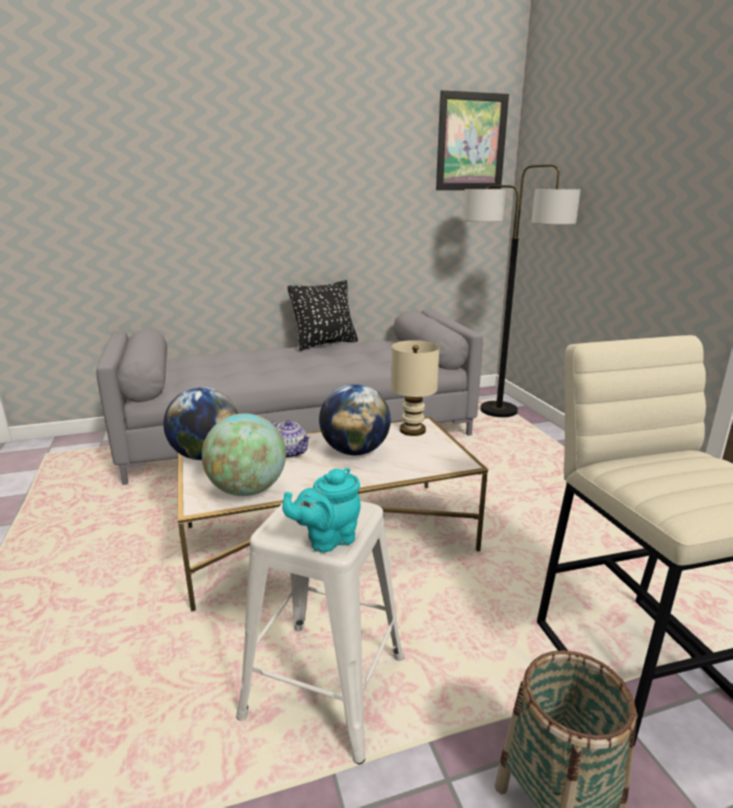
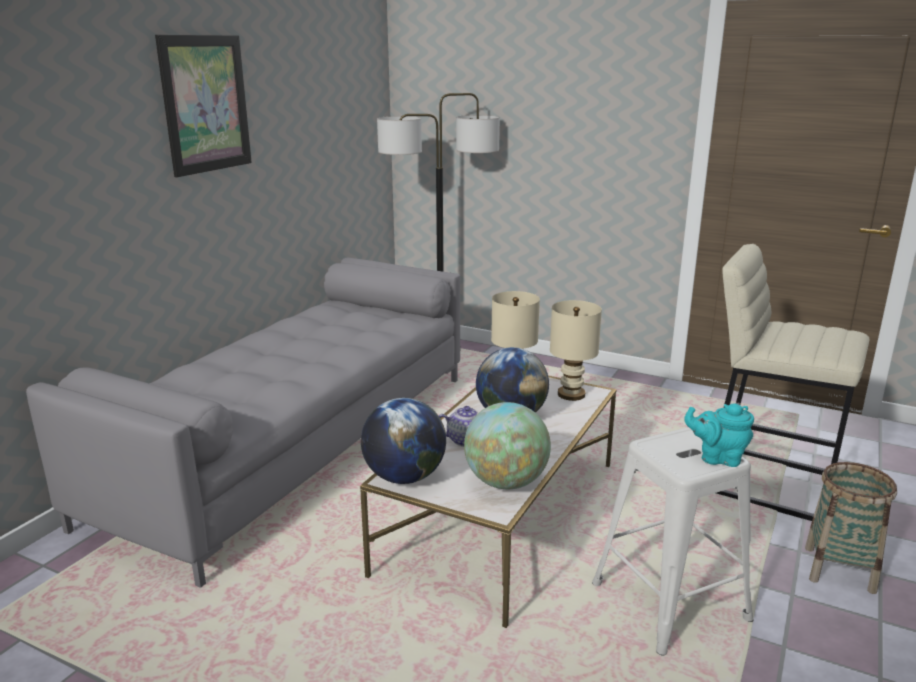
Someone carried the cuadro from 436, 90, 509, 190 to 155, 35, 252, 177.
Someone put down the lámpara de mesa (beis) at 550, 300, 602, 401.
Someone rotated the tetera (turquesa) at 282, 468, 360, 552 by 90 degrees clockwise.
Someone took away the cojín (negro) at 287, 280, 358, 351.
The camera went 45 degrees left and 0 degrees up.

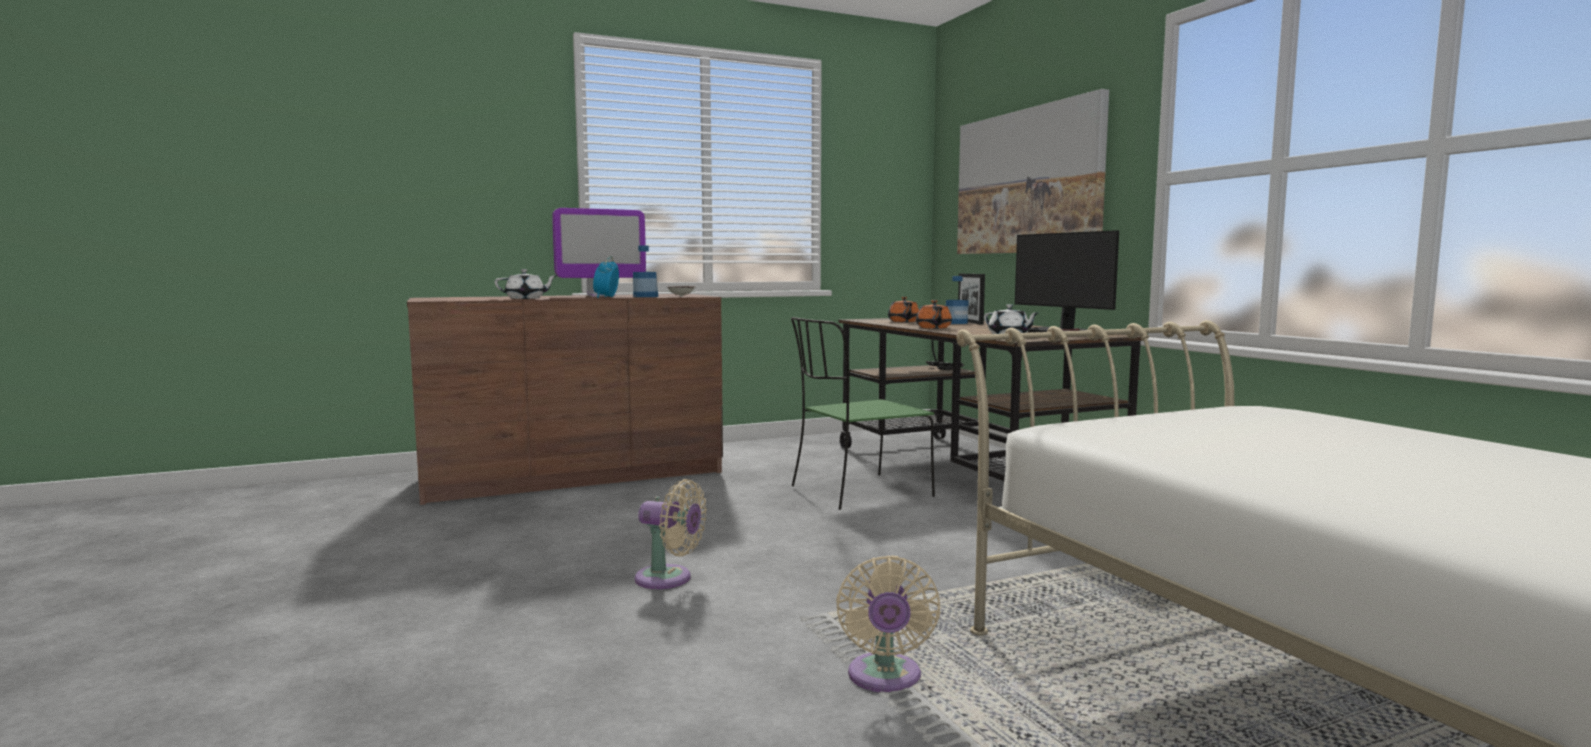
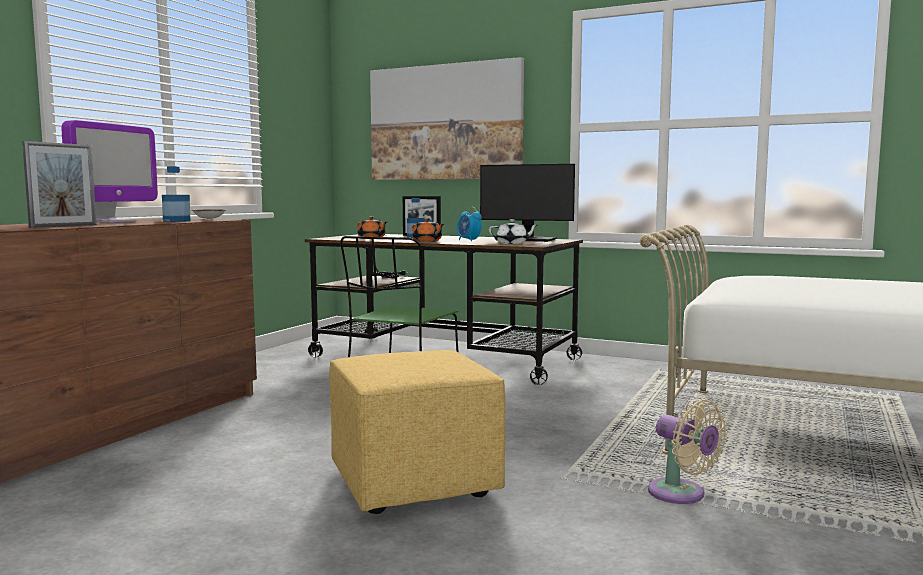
Someone swapped the tetera (blanco) at 495, 269, 558, 299 for the portarretratos at 22, 141, 97, 228.
Someone swapped the ventilador (beis) at 635, 479, 707, 589 for the puf (amarillo) at 329, 350, 505, 514.
Someone carried the despertador from 593, 256, 619, 298 to 457, 207, 482, 241.
The camera went 40 degrees left and 0 degrees up.

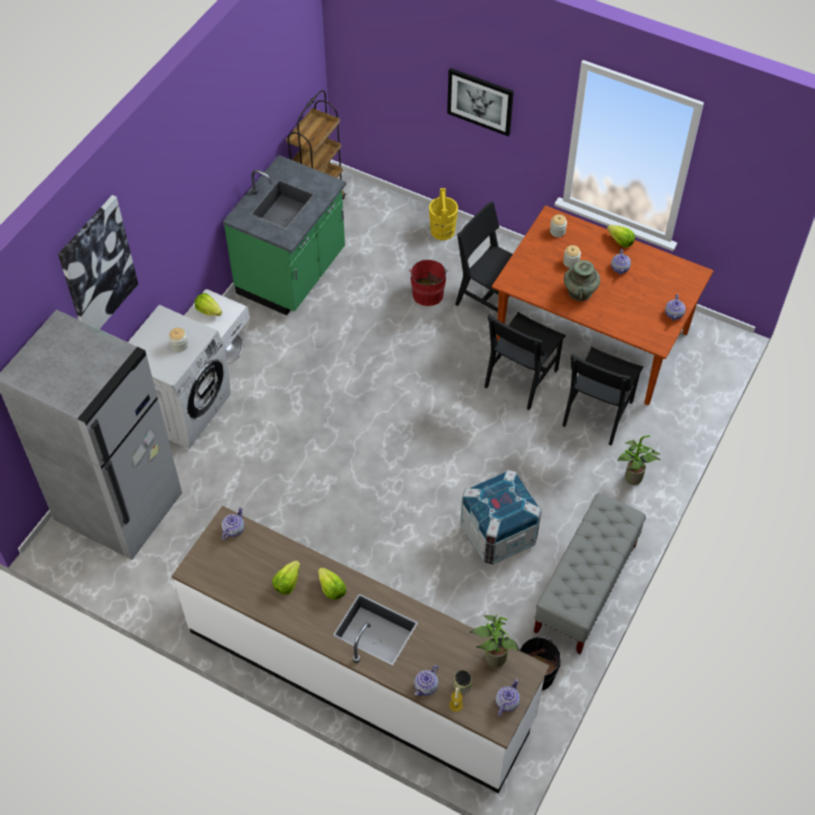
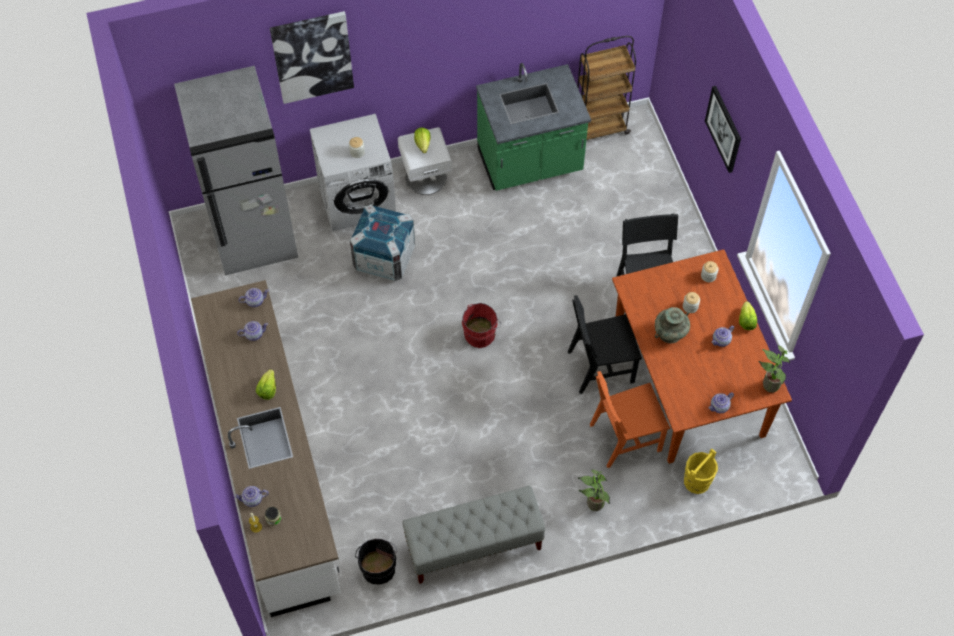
Someone carried the tetera from 496, 679, 520, 716 to 237, 321, 268, 341.
Someone carried the caja de embalaje from 460, 470, 542, 565 to 350, 204, 415, 282.
Someone carried the cubo (rojo) from 409, 260, 448, 306 to 462, 303, 501, 348.
Someone repainted the silla (negro) at 562, 347, 643, 445, which became the silla (naranja) at 590, 371, 670, 468.
Someone carried the cubo (amarillo) from 429, 188, 458, 240 to 684, 448, 718, 494.
Someone carried the planta en maceta from 470, 615, 519, 667 to 758, 345, 790, 393.
Someone took away the lechuga at 272, 560, 300, 595.
The camera went 45 degrees right and 5 degrees up.

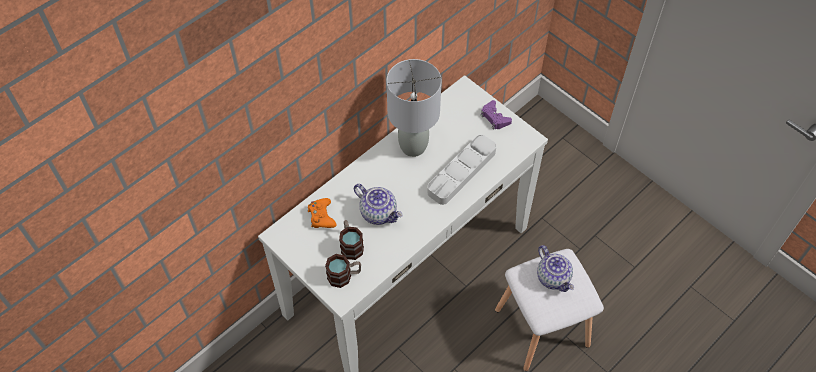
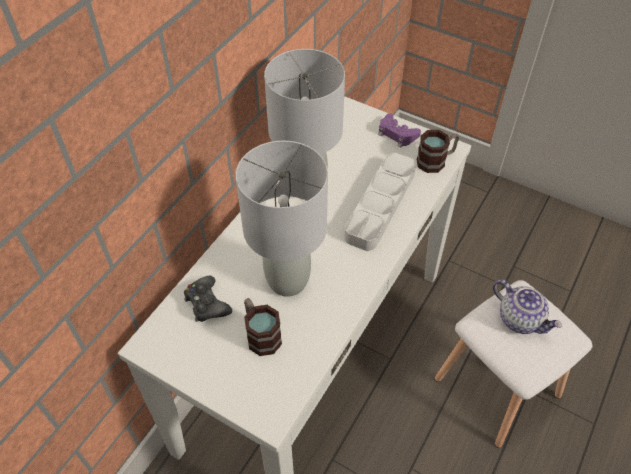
Someone repainted the mando de consola (naranja) at 308, 198, 337, 228, which became the mando de consola (negro) at 184, 276, 232, 322.
Someone swapped the tetera at 354, 184, 403, 225 for the lámpara de mesa (gris) at 236, 141, 328, 297.
Someone carried the taza grande from 325, 254, 361, 288 to 417, 130, 459, 173.
The camera went 15 degrees left and 5 degrees down.

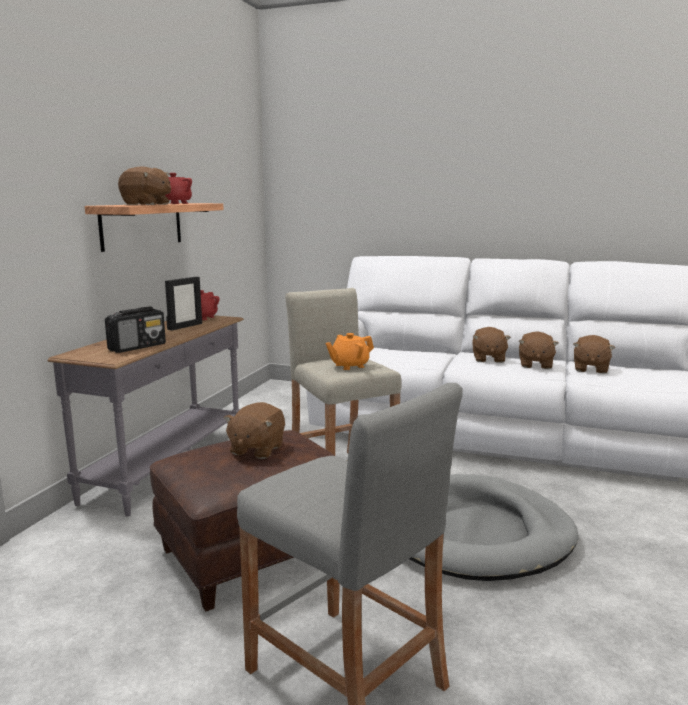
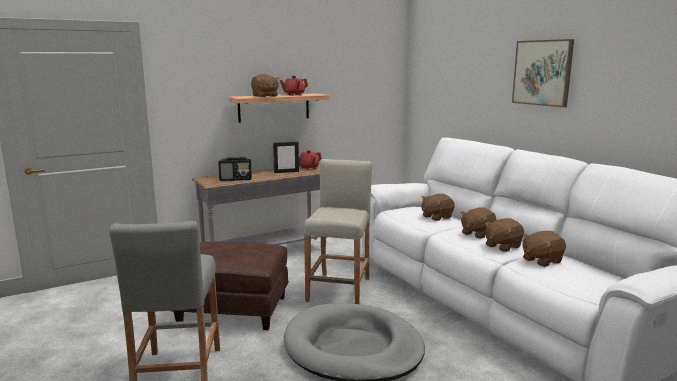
Someone carried the peluche (marrón) from 224, 402, 285, 459 to 422, 194, 455, 221.
Someone put up the cuadro at 512, 39, 574, 108.
Someone took away the tetera (naranja) at 325, 333, 374, 370.
The camera went 40 degrees right and 0 degrees up.

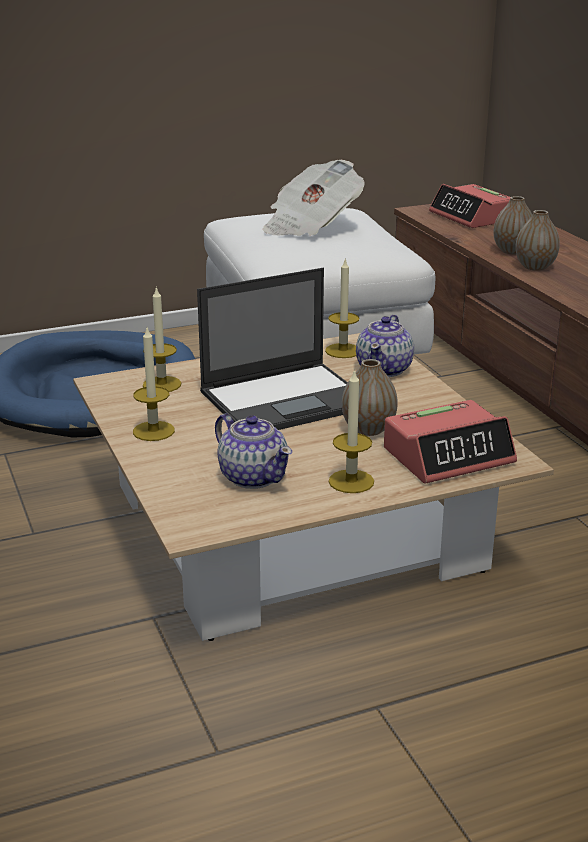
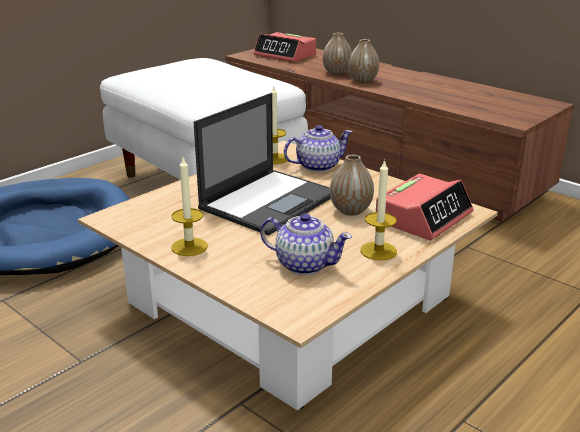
Someone rotated the tetera at 356, 315, 414, 377 by 105 degrees counterclockwise.
Someone took away the vela at 143, 287, 181, 392.
Someone took away the periódico at 263, 160, 365, 236.
The camera went 25 degrees left and 0 degrees up.

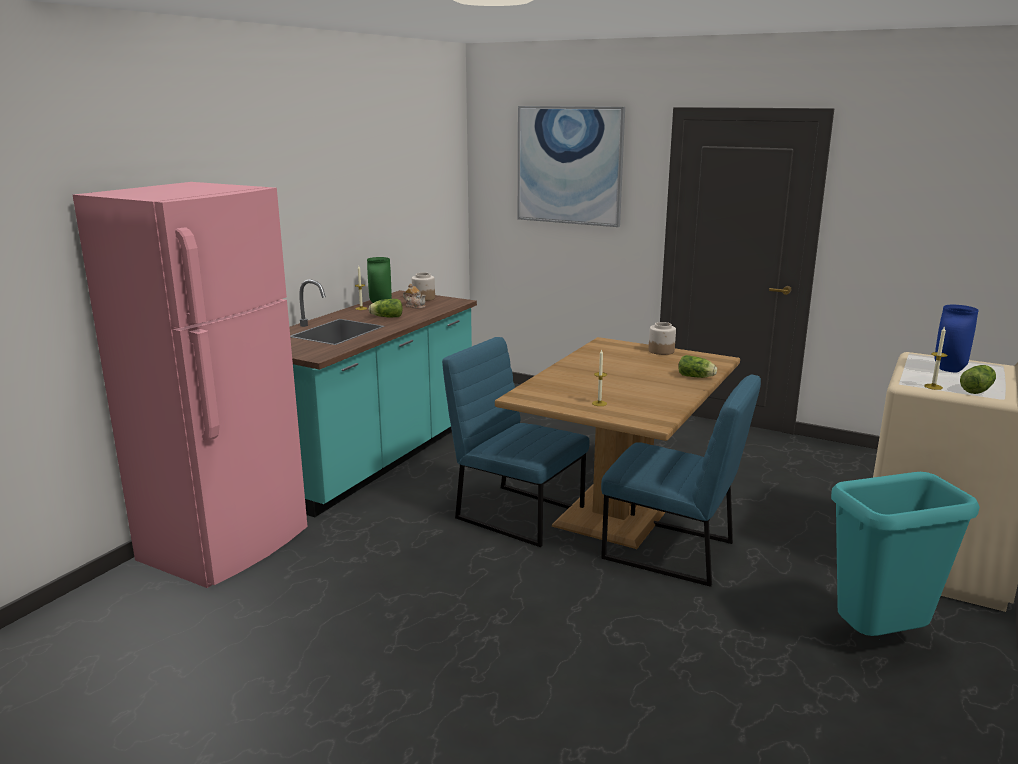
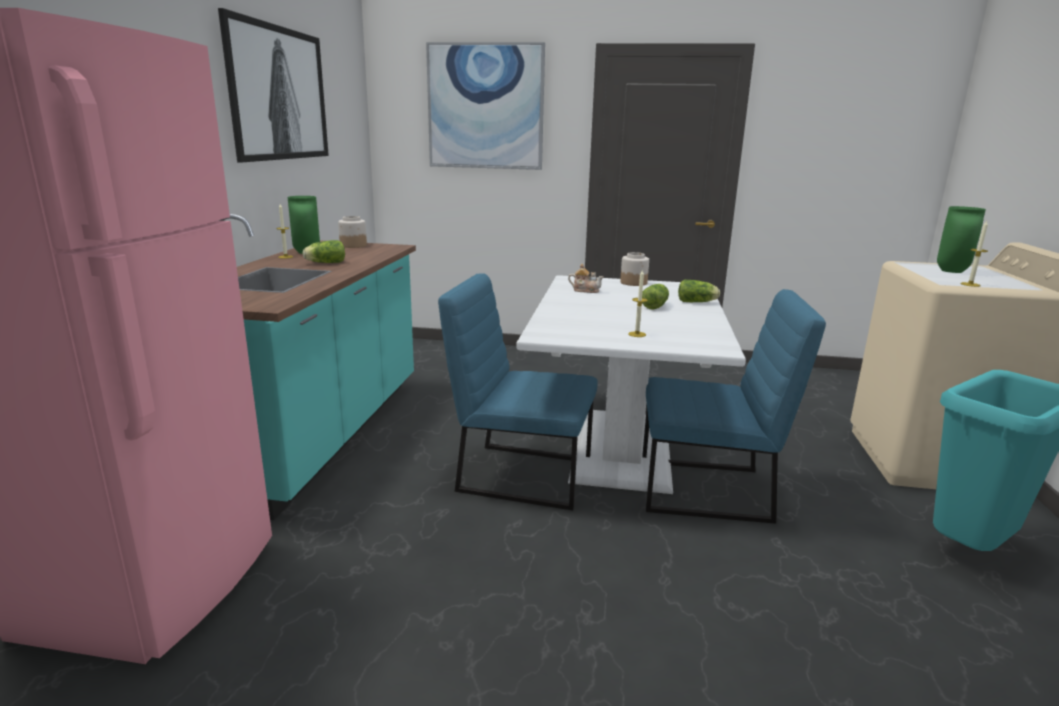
Someone put up the cuadro at 218, 8, 329, 163.
Someone repainted the mesa de comedor (marrón) at 495, 337, 740, 549, which became the mesa de comedor (blanco) at 516, 275, 746, 494.
Someone carried the tetera from 403, 283, 426, 309 to 568, 263, 603, 293.
Someone carried the lechuga from 960, 365, 996, 394 to 642, 284, 669, 310.
Someone repainted the florero (azul) at 934, 305, 978, 372, which became the florero (verde) at 937, 206, 986, 273.
The camera went 20 degrees left and 0 degrees up.

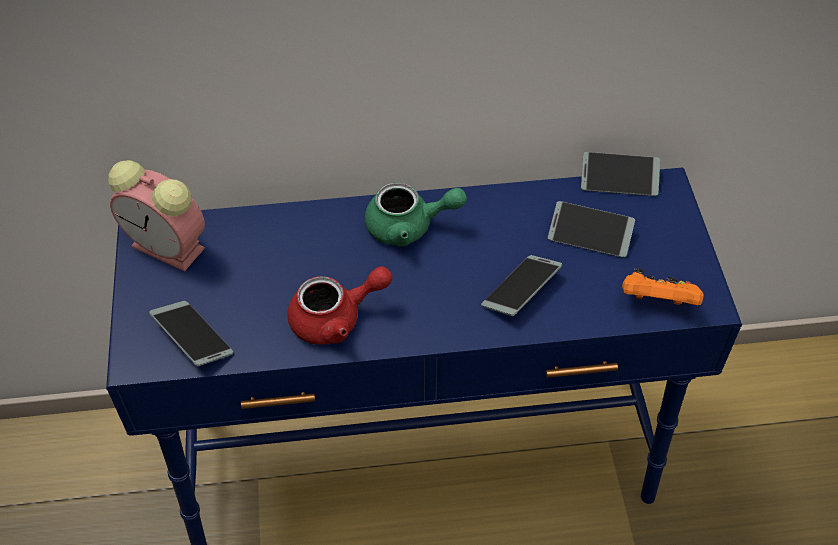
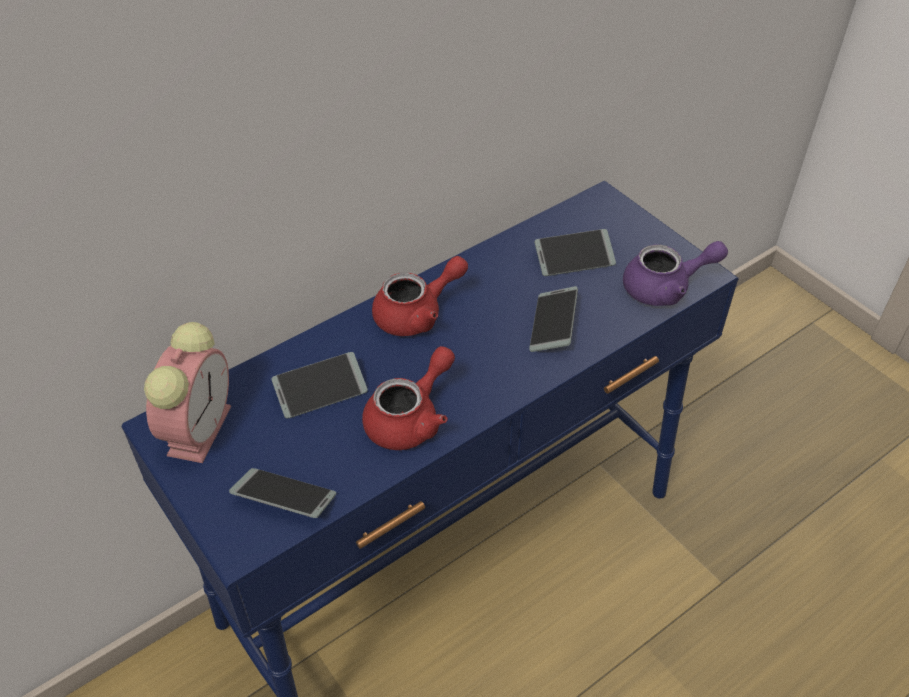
Someone rotated the despertador at 108, 160, 205, 272 by 75 degrees counterclockwise.
Someone carried the móvil from 581, 152, 660, 196 to 271, 352, 368, 419.
Someone repainted the tetera (verde) at 365, 182, 467, 246, which became the tetera (rojo) at 372, 256, 468, 336.
Someone swapped the mando de consola (naranja) at 622, 268, 704, 305 for the tetera (morado) at 623, 241, 728, 306.
The camera went 30 degrees left and 5 degrees down.

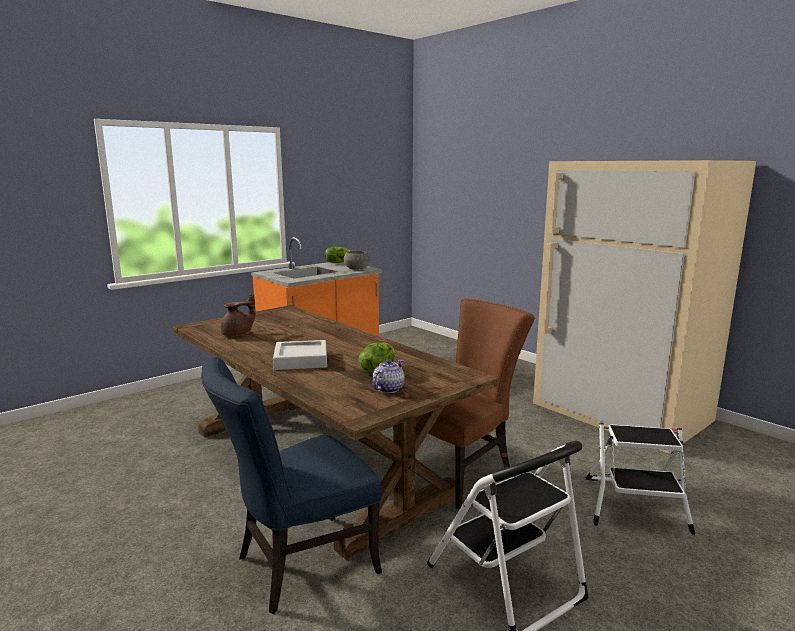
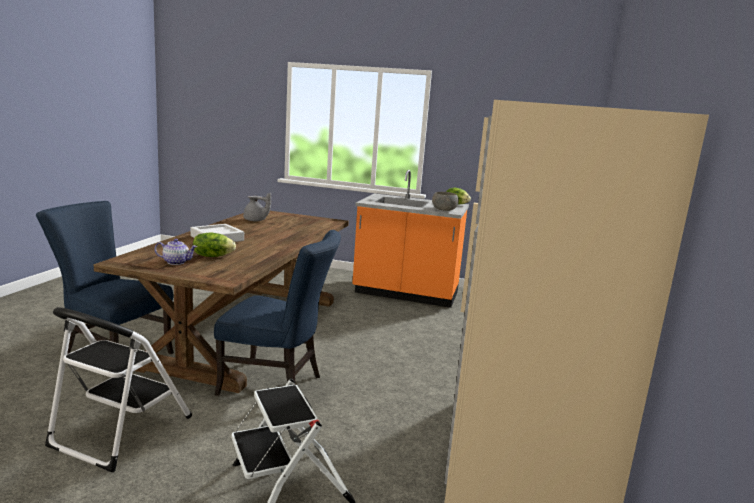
Someone repainted the silla (marrón) at 415, 299, 535, 510, which became the silla (azul) at 214, 230, 341, 396.
Someone repainted the tetera (marrón) at 221, 293, 256, 337, which became the tetera (gris) at 243, 193, 271, 221.
The camera went 55 degrees right and 0 degrees up.

